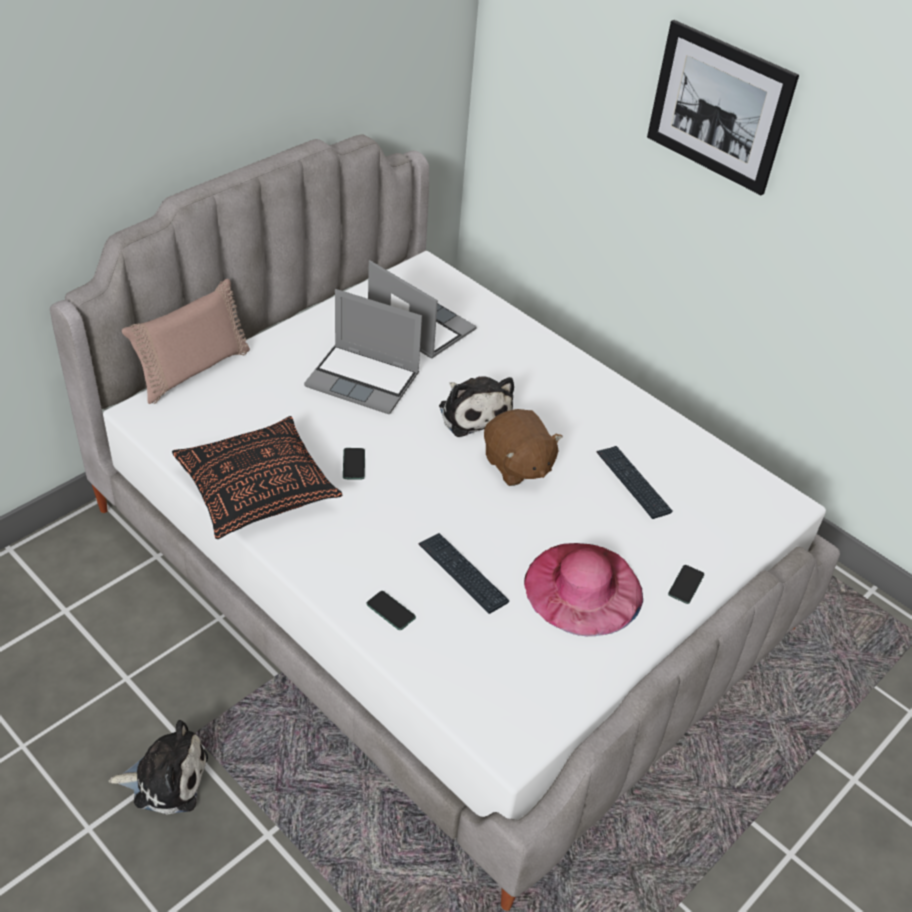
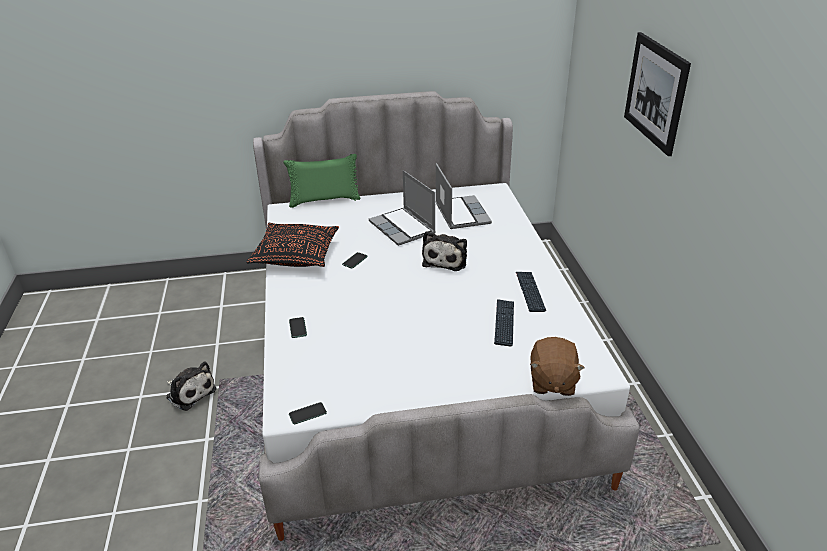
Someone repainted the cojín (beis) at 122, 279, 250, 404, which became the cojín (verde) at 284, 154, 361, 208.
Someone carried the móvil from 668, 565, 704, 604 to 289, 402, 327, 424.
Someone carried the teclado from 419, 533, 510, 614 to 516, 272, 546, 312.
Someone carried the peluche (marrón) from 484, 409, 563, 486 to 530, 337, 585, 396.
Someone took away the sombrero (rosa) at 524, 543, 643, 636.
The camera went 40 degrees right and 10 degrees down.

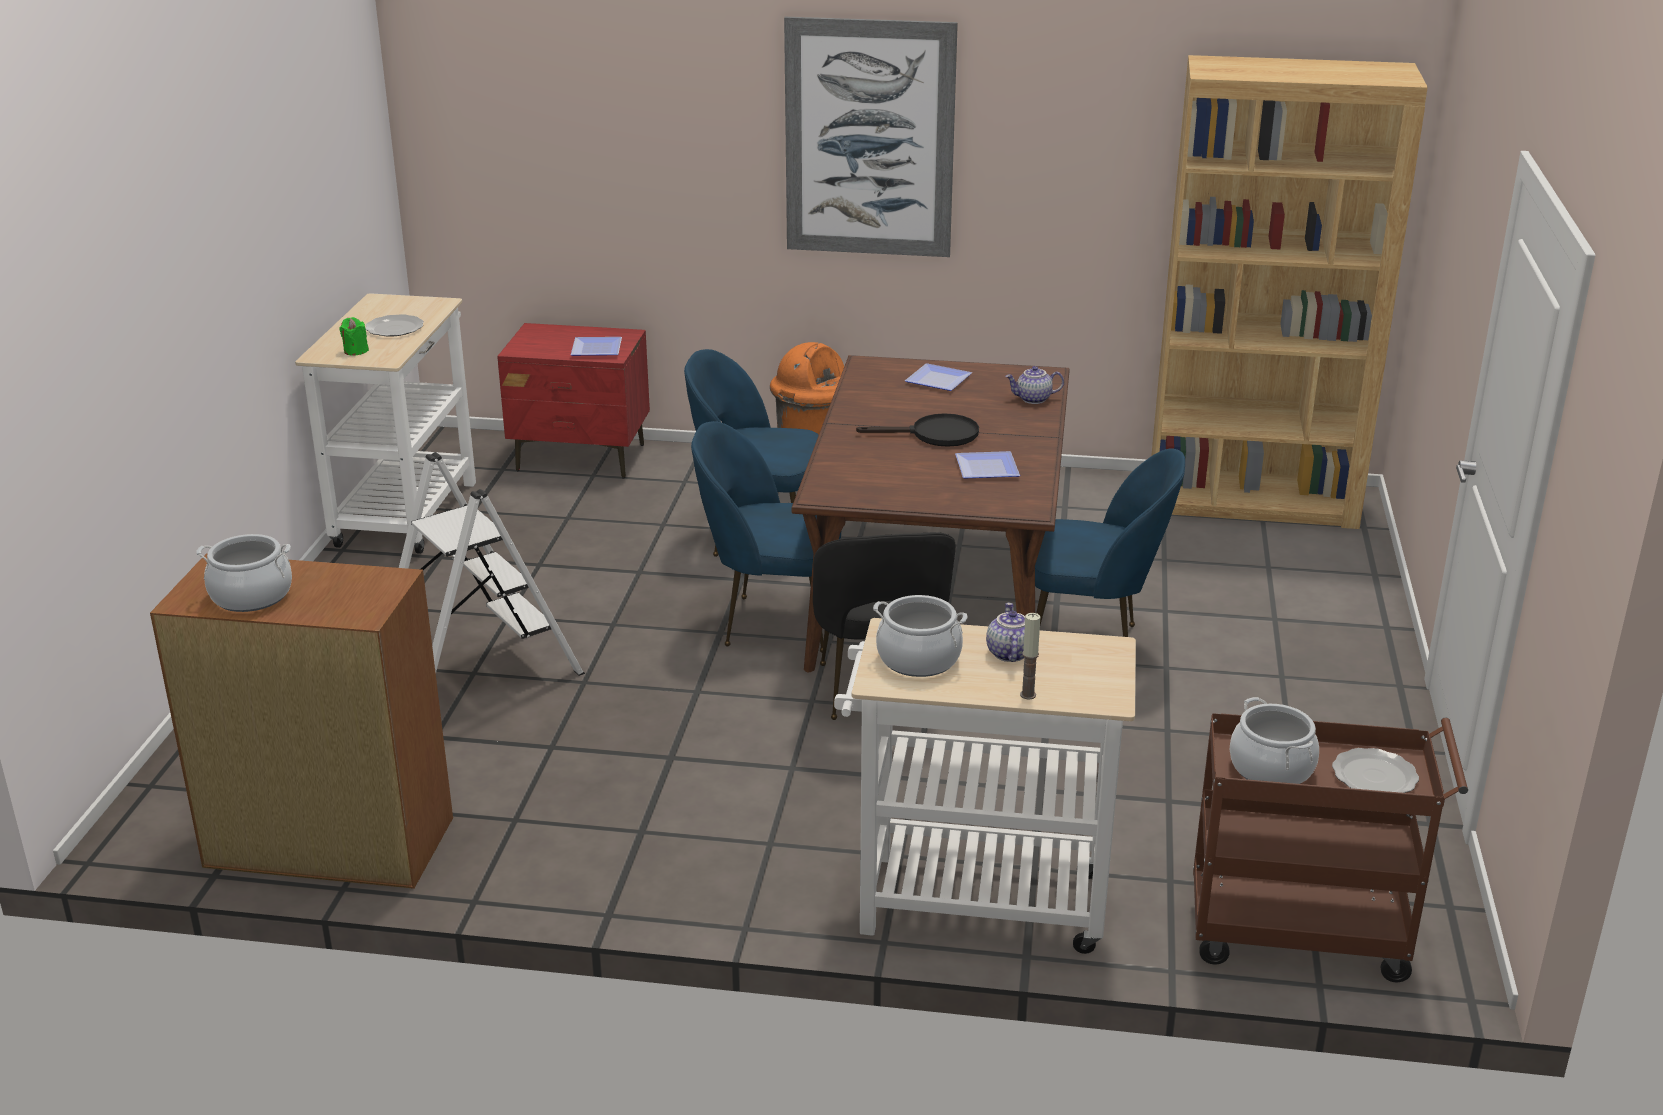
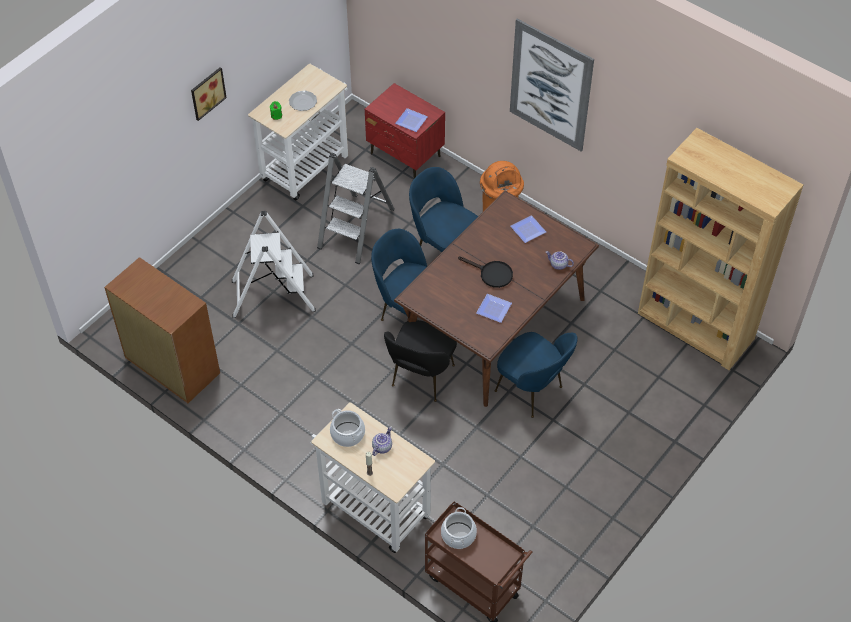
Someone put up the cuadro at 191, 67, 227, 121.
Someone put down the escalera de tijera (gris) at 317, 153, 395, 264.
Someone took away the olla at 196, 534, 292, 612.
Someone took away the plato at 1332, 748, 1419, 793.
The camera went 30 degrees right and 25 degrees up.

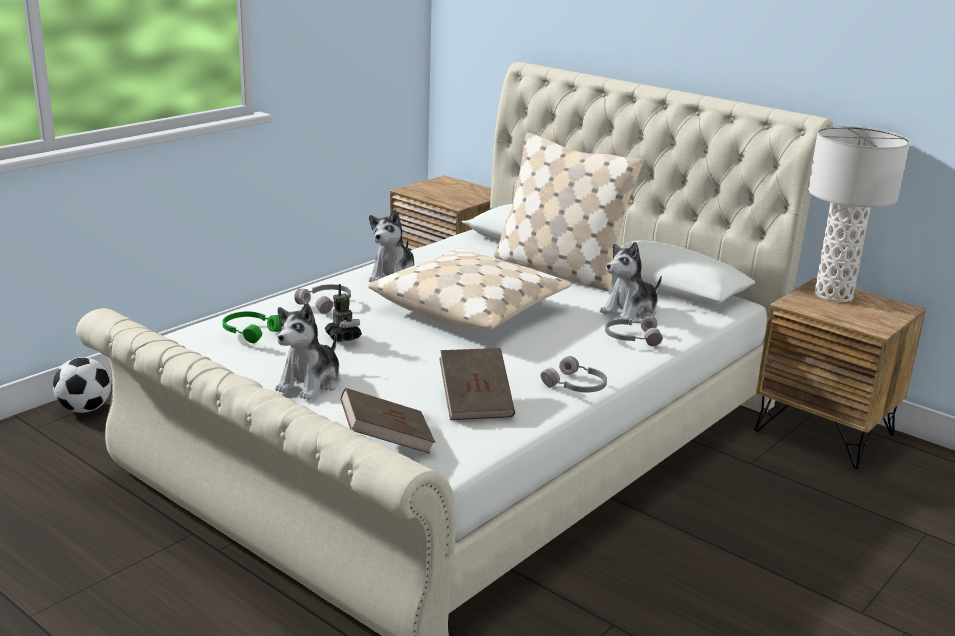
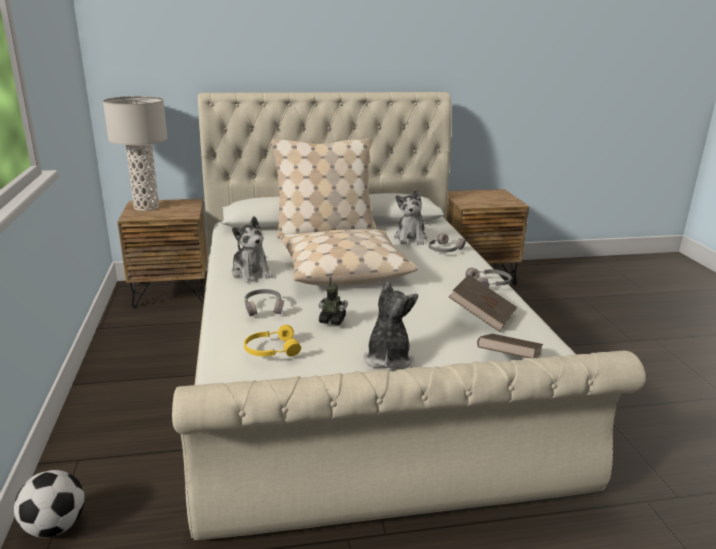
Someone carried the lámpara de mesa (blanco) from 808, 126, 910, 302 to 103, 96, 167, 211.
Someone repainted the auriculares (verde) at 222, 311, 282, 343, which became the auriculares (amarillo) at 244, 325, 301, 356.
Someone rotated the peluche at 275, 303, 341, 400 by 150 degrees counterclockwise.
The camera went 50 degrees left and 0 degrees up.

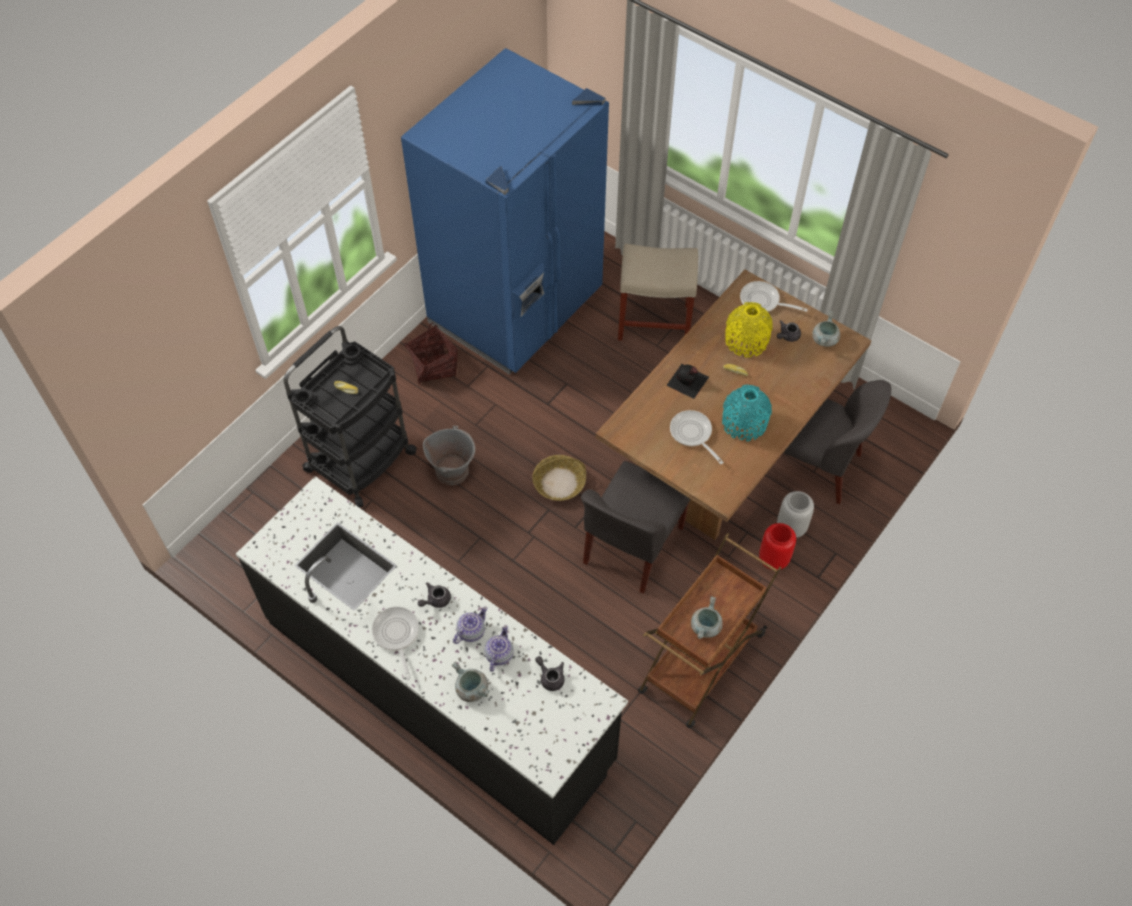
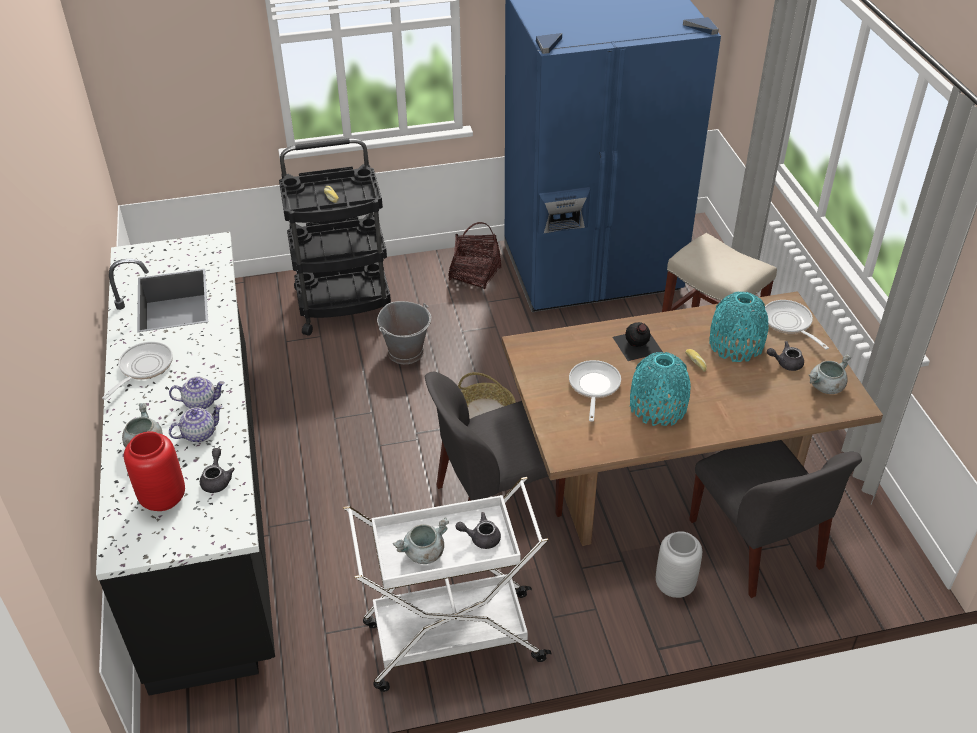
Someone carried the florero (rojo) from 759, 523, 796, 570 to 124, 431, 185, 511.
Someone repainted the carrito (marrón) at 638, 533, 781, 728, which became the carrito (blanco) at 343, 477, 552, 692.
Someone carried the tetera (gris) from 418, 582, 451, 608 to 455, 512, 501, 549.
Someone repainted the florero (amarillo) at 725, 302, 773, 357, which became the florero (turquesa) at 709, 292, 769, 362.
The camera went 40 degrees right and 15 degrees down.

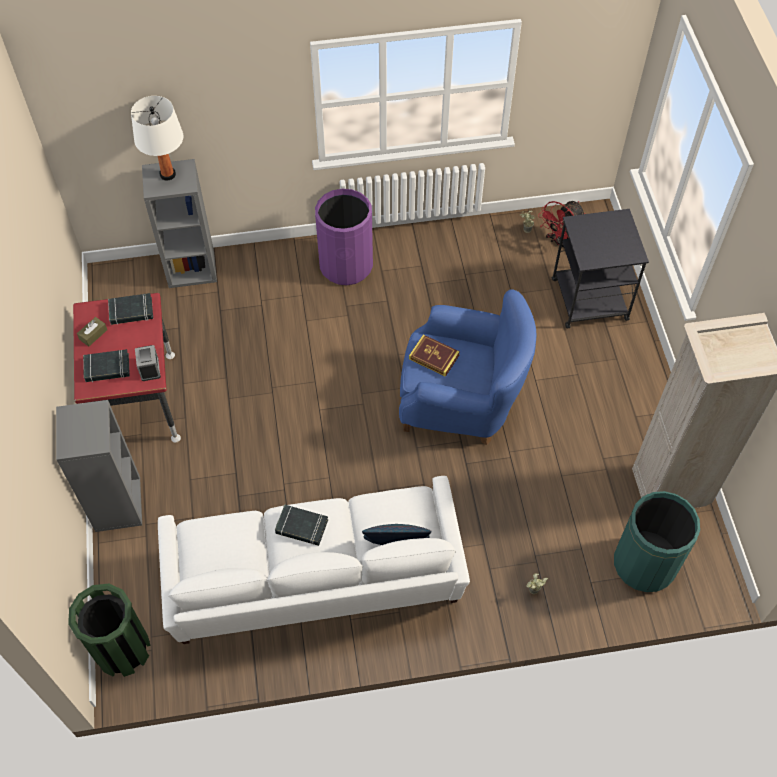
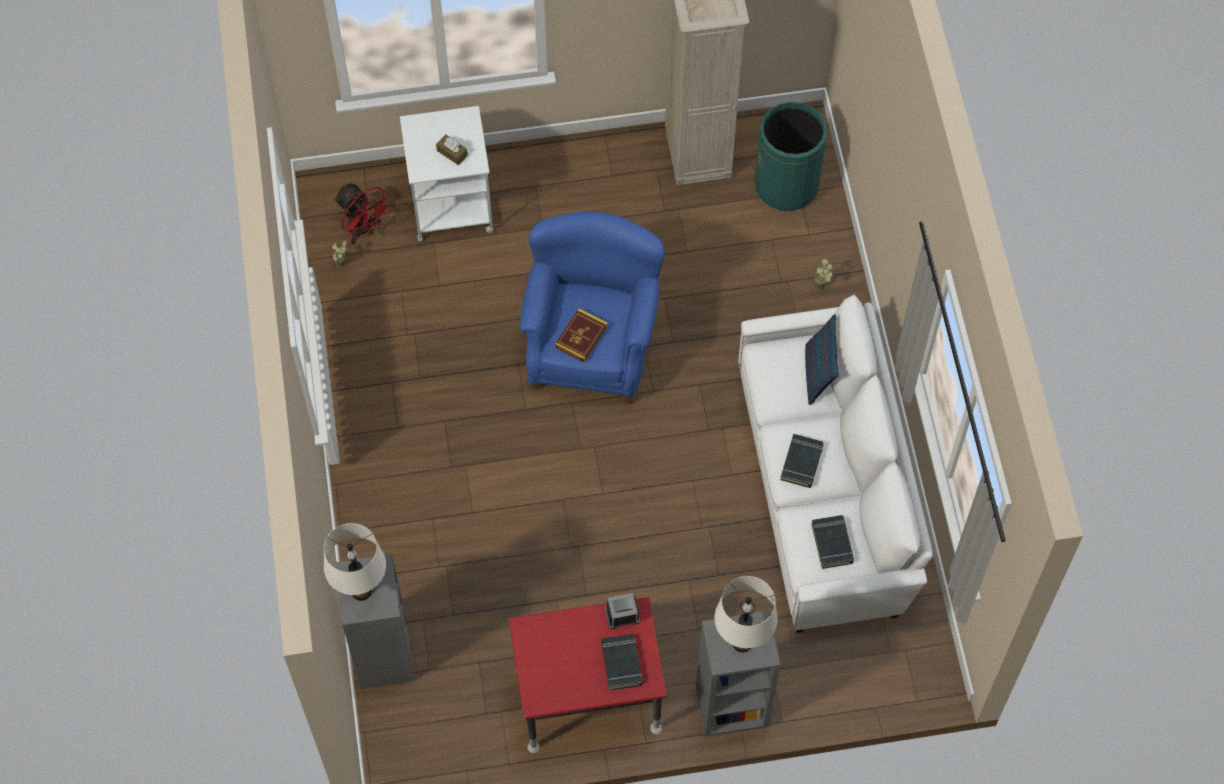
Someone repainted the carrito (negro) at 552, 209, 649, 328, which became the carrito (blanco) at 400, 106, 494, 242.
Someone carried the caja de pañuelos (marrón) from 77, 317, 107, 347 to 436, 134, 468, 165.
Someone put down the lámpara de mesa (blanco) at 714, 576, 778, 652.
Someone carried the libro (negro) from 108, 293, 153, 325 to 811, 515, 854, 569.
Someone took away the papelera (verde) at 68, 584, 151, 677.
Someone took away the papelera (morado) at 315, 189, 373, 285.
The camera went 90 degrees left and 5 degrees up.

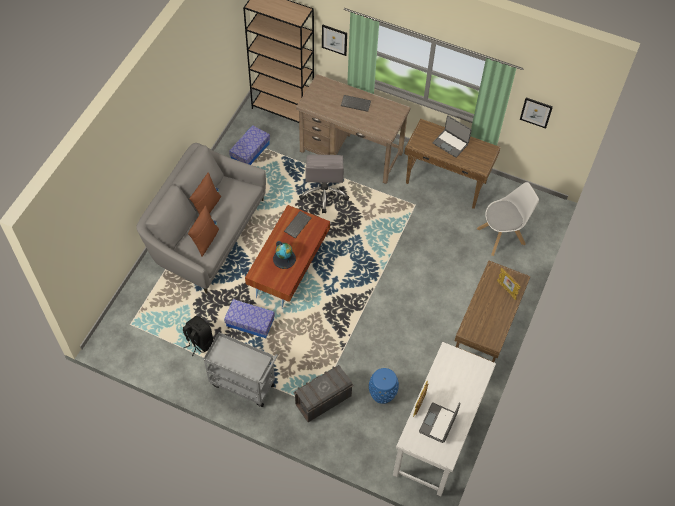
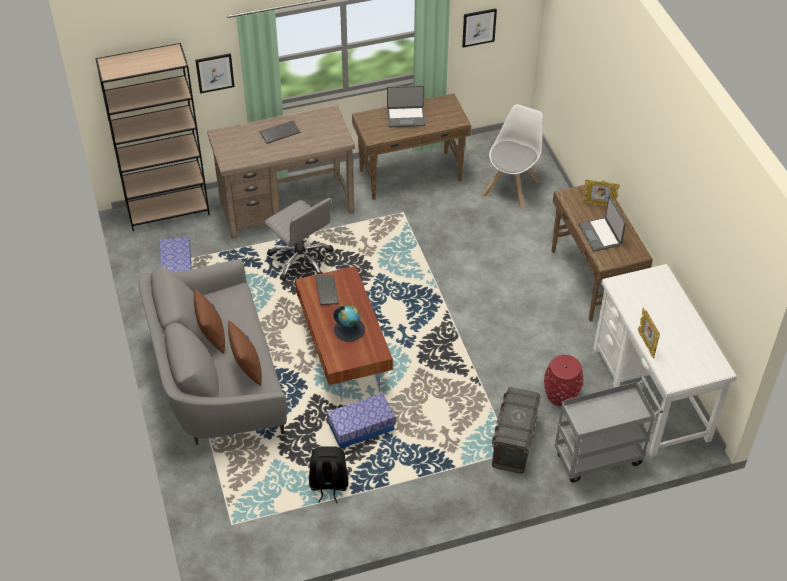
Someone repainted the taburete (azul) at 369, 368, 399, 404, which became the taburete (rojo) at 544, 355, 583, 406.
Someone carried the carrito (gris) from 204, 333, 278, 407 to 555, 376, 663, 482.
Someone carried the portátil from 419, 402, 460, 443 to 578, 196, 626, 252.
The camera went 40 degrees left and 10 degrees down.

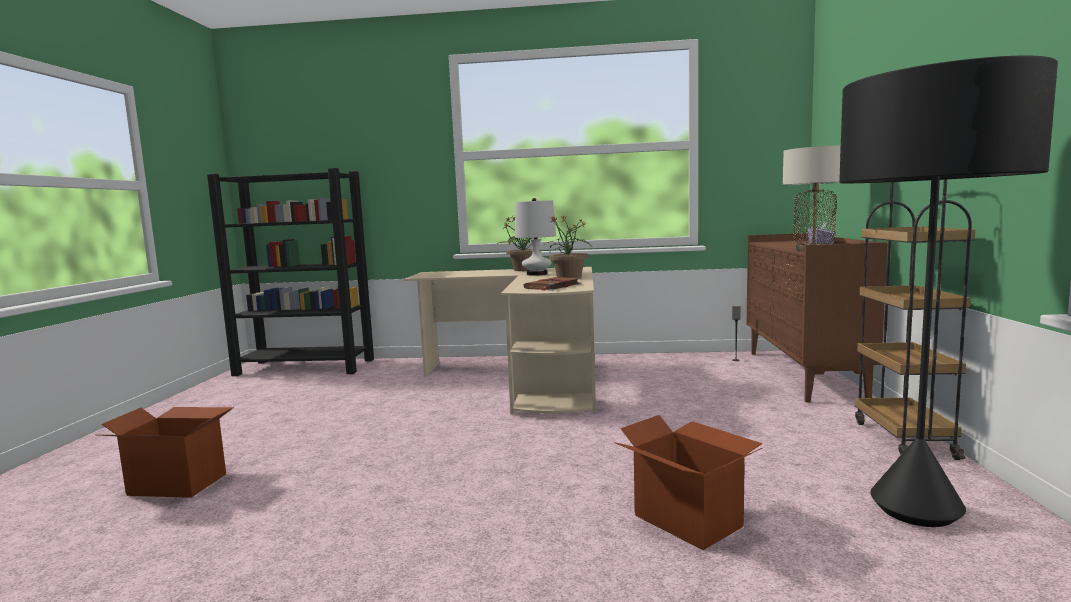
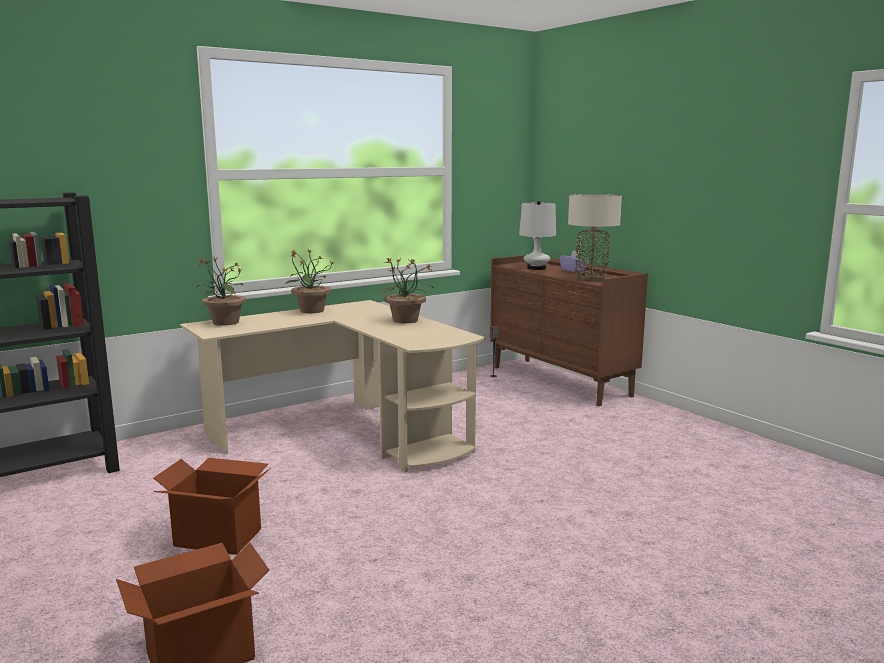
Someone carried the caja de cartón from 614, 415, 762, 550 to 153, 458, 271, 555.
Someone put down the planta en maceta at 197, 256, 246, 326.
Someone carried the lámpara de mesa (blanco) from 515, 198, 556, 276 to 519, 201, 556, 270.
Someone took away the libro (marrón) at 523, 277, 581, 291.
Someone took away the lámpara de pie (negro) at 839, 56, 1058, 527.
Someone took away the carrito (marrón) at 855, 179, 975, 460.
The camera went 40 degrees left and 5 degrees up.

